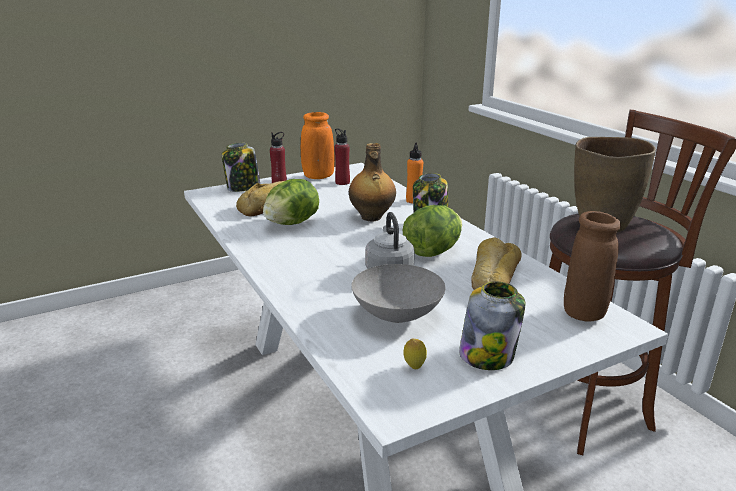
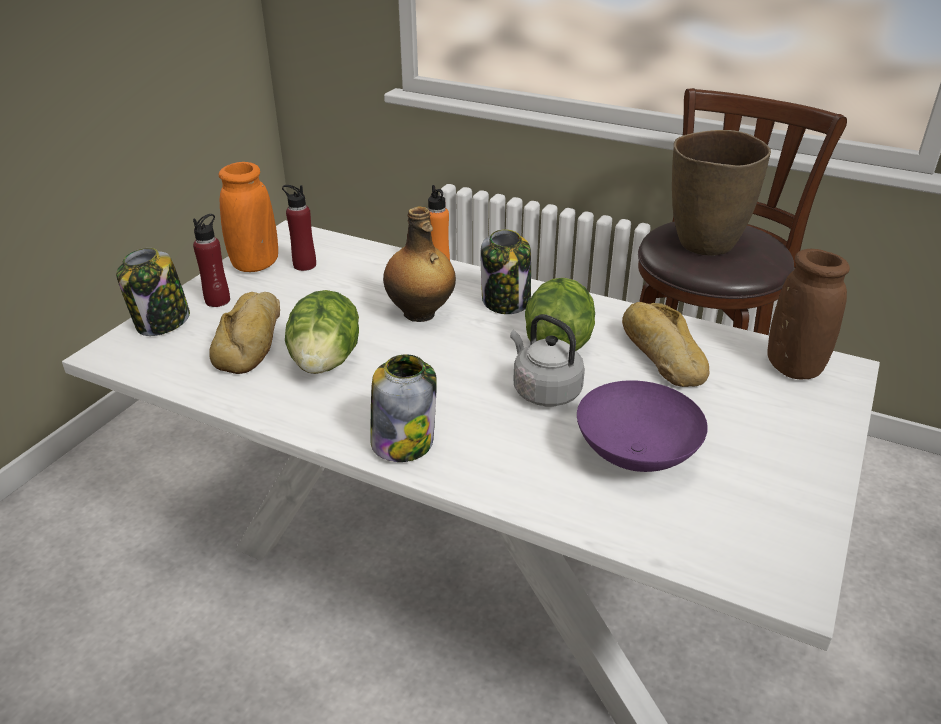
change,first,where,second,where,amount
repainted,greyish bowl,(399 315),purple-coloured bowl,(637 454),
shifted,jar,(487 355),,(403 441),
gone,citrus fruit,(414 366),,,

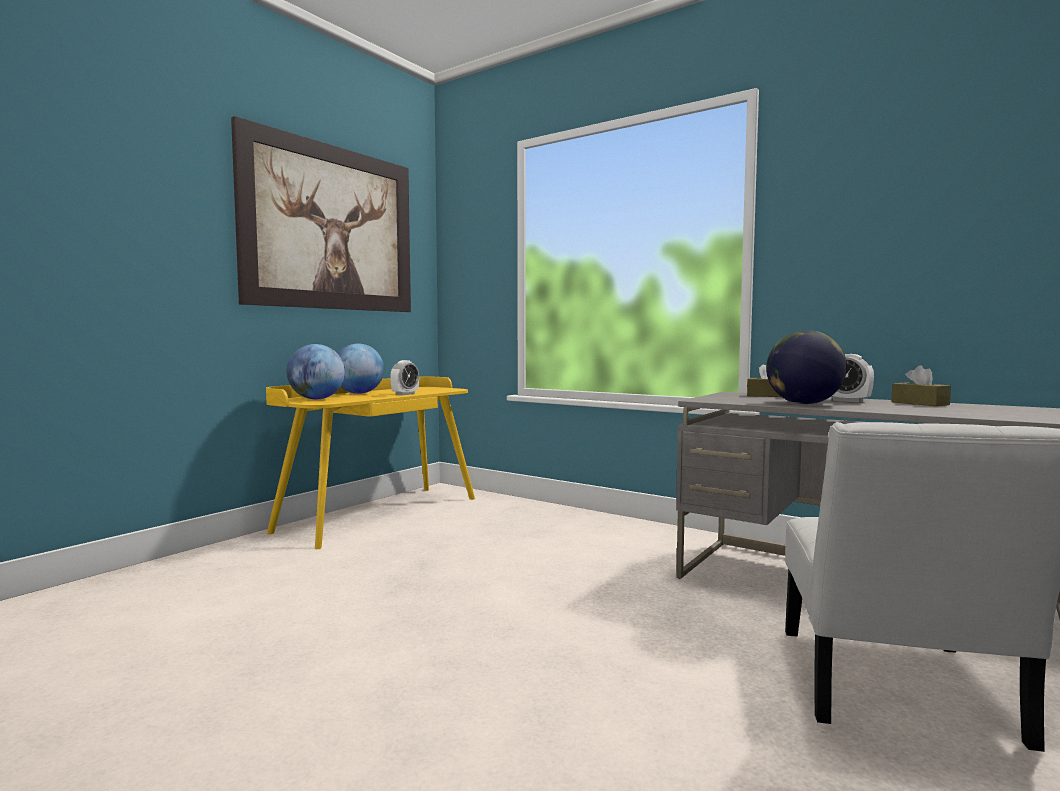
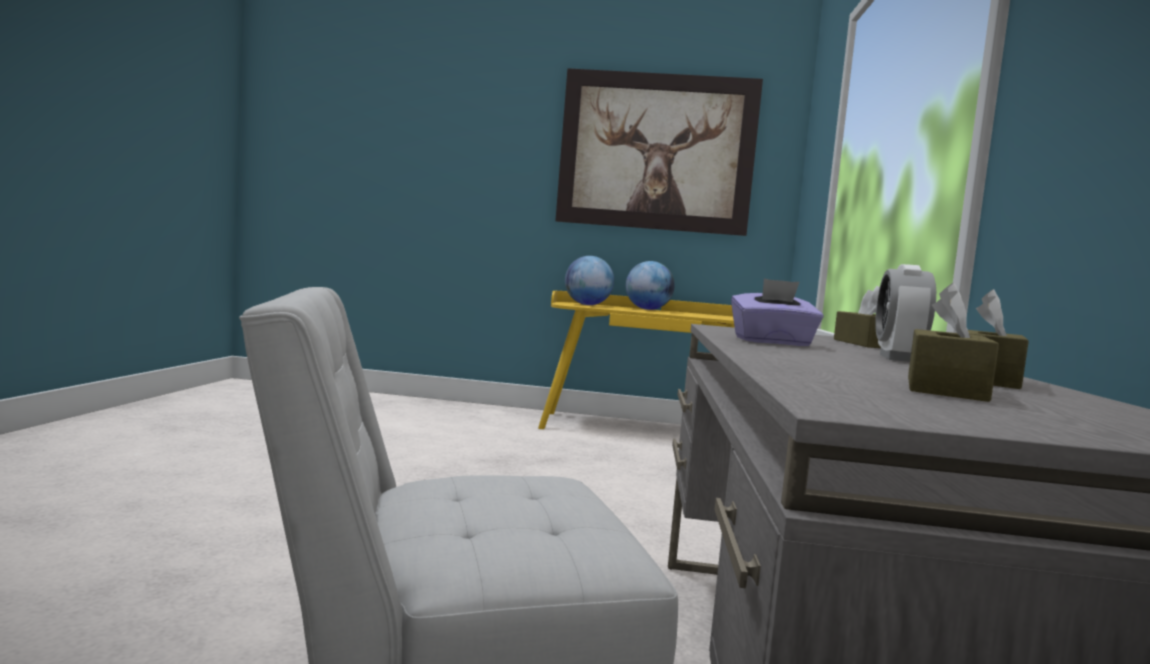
change,first,where,second,where,amount
swapped,desk globe,(803 404),purple-coloured tissue box,(772 342),
gone,alarm clock,(405 394),,,
new,,,brown-coloured tissue box,(945 388),

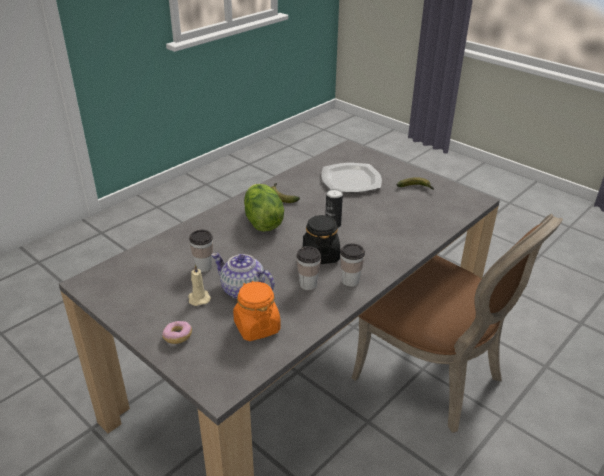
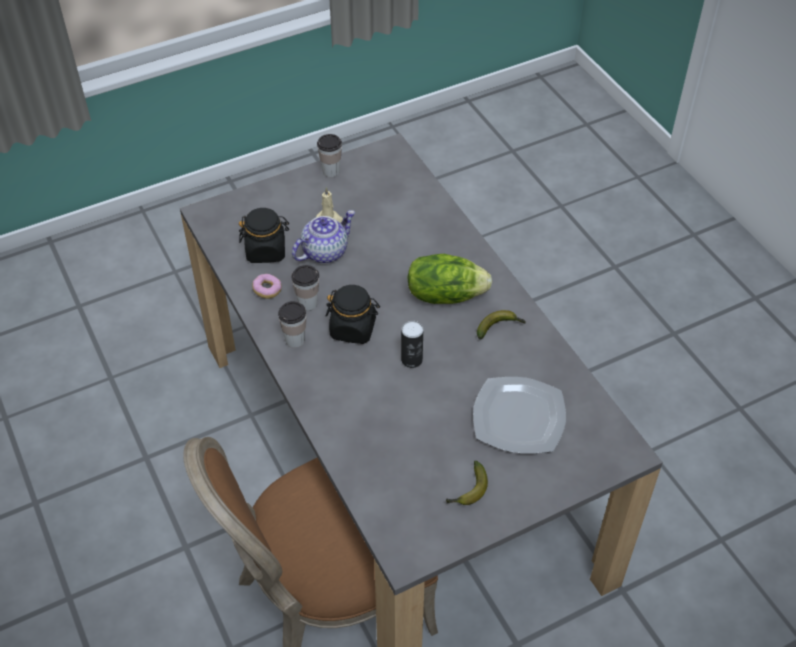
change,first,where,second,where,amount
shifted,small cup,(204 267),,(331 171),
repainted,orange jar,(256 327),black-coloured jar,(266 251),
shifted,doughnut,(178 337),,(267 290),

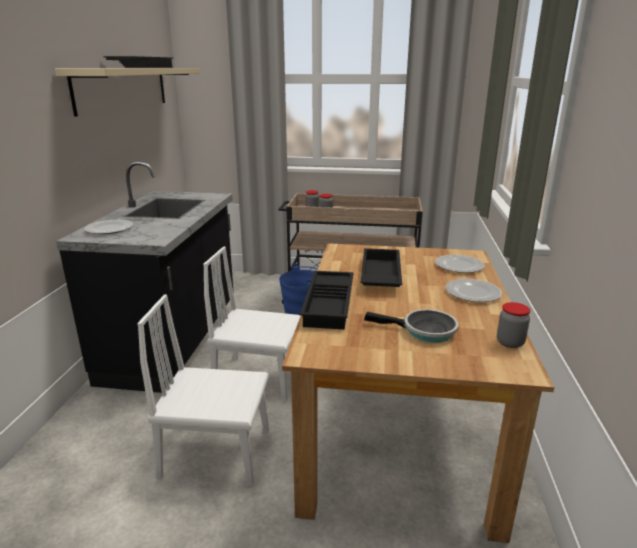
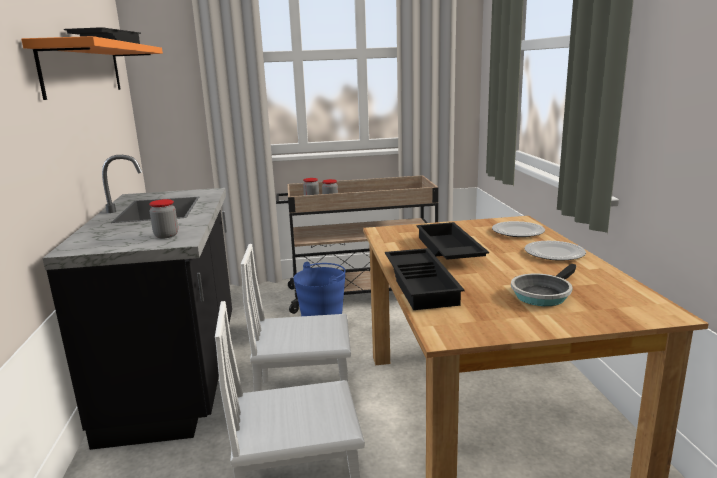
change,first,where,second,where,amount
repainted,sand-coloured wall shelf,(123 88),orange wall shelf,(84 69),
gone,dinner plate,(110 229),,,
shifted,jar,(510 342),,(166 235),
rotated,pan,(424 331),,(542 294),135 degrees clockwise

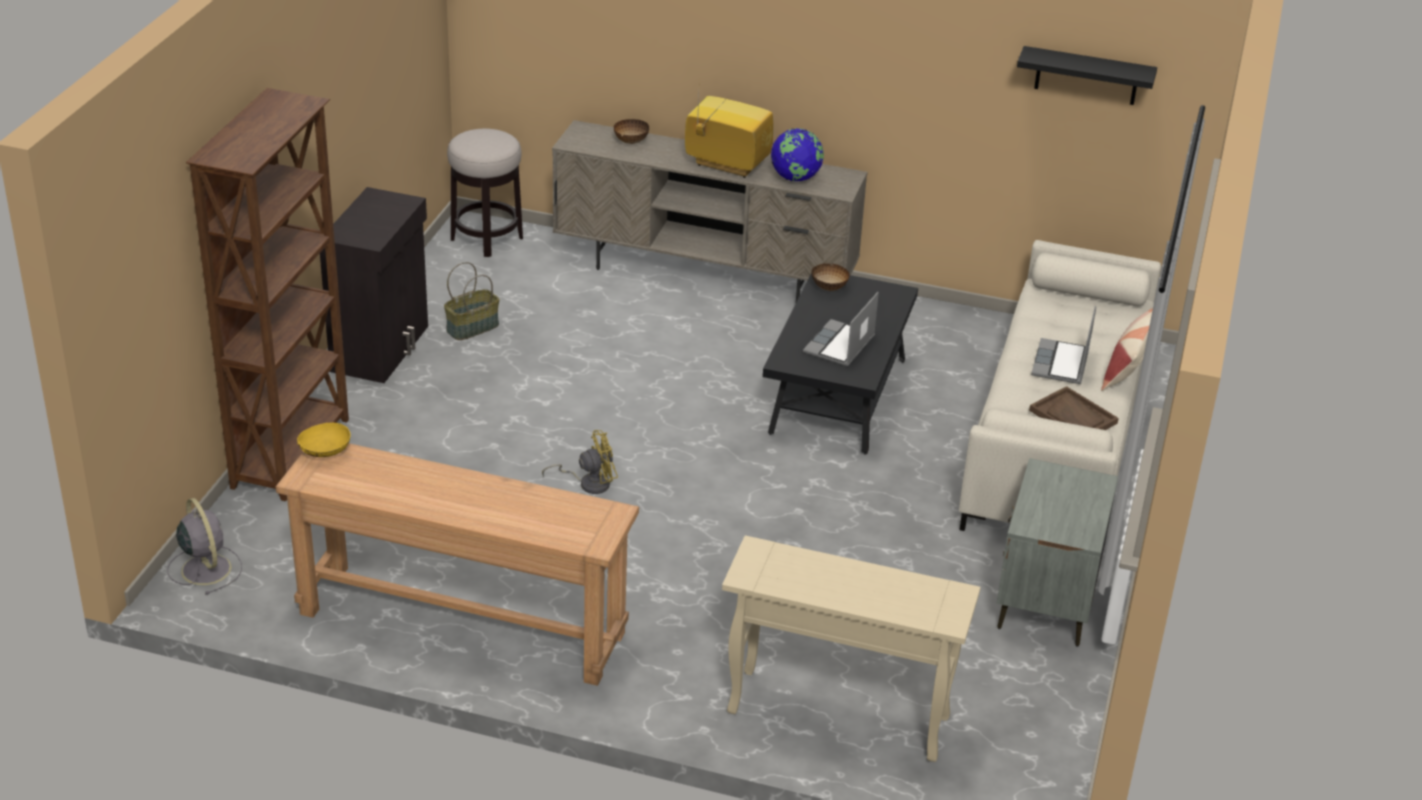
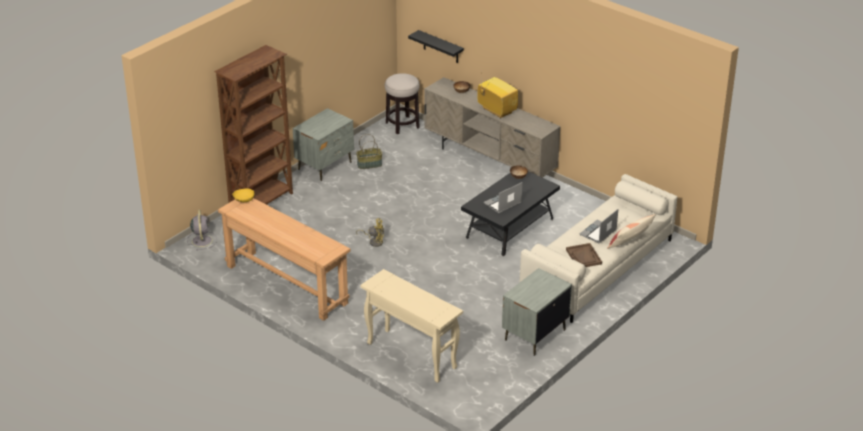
change,first,where,second,where,amount
shifted,black-coloured wall shelf,(1086 76),,(441 47),
gone,desk globe,(795 178),,,
swapped,black-coloured storage cabinet,(382 348),greyish nightstand,(325 166),

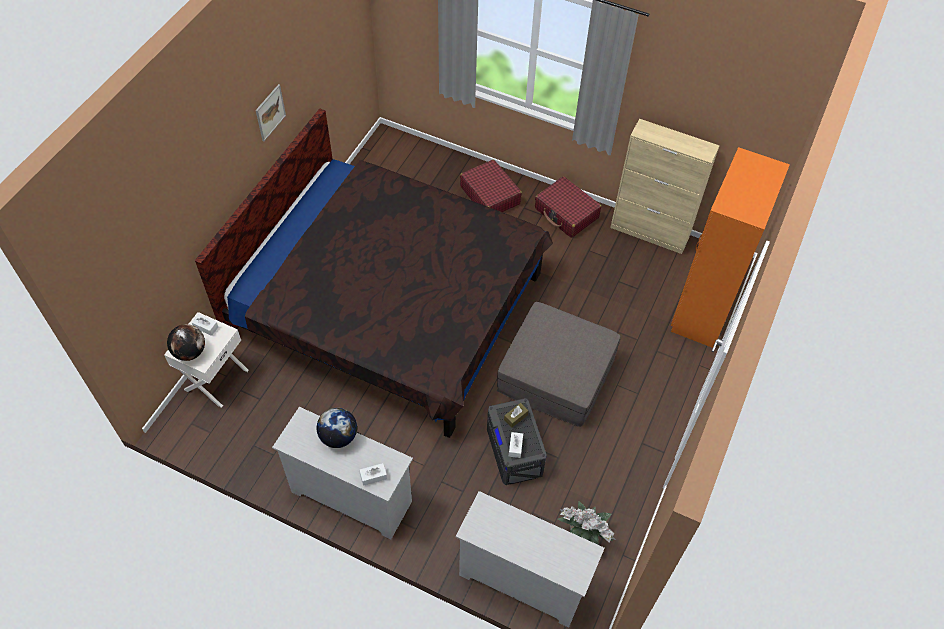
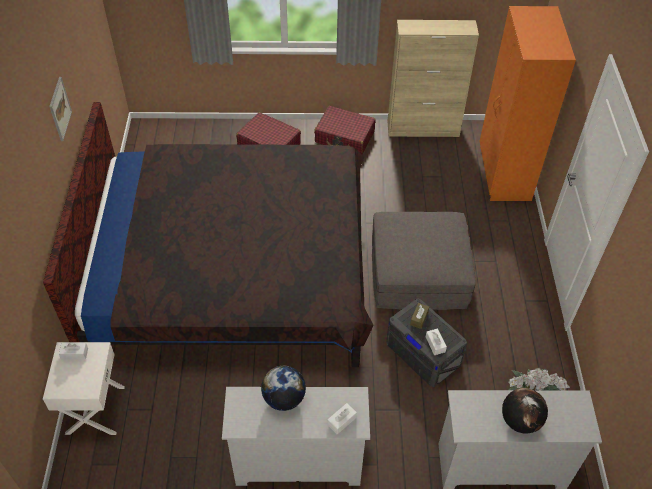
change,first,where,second,where,amount
shifted,desk globe,(190 352),,(520 420),

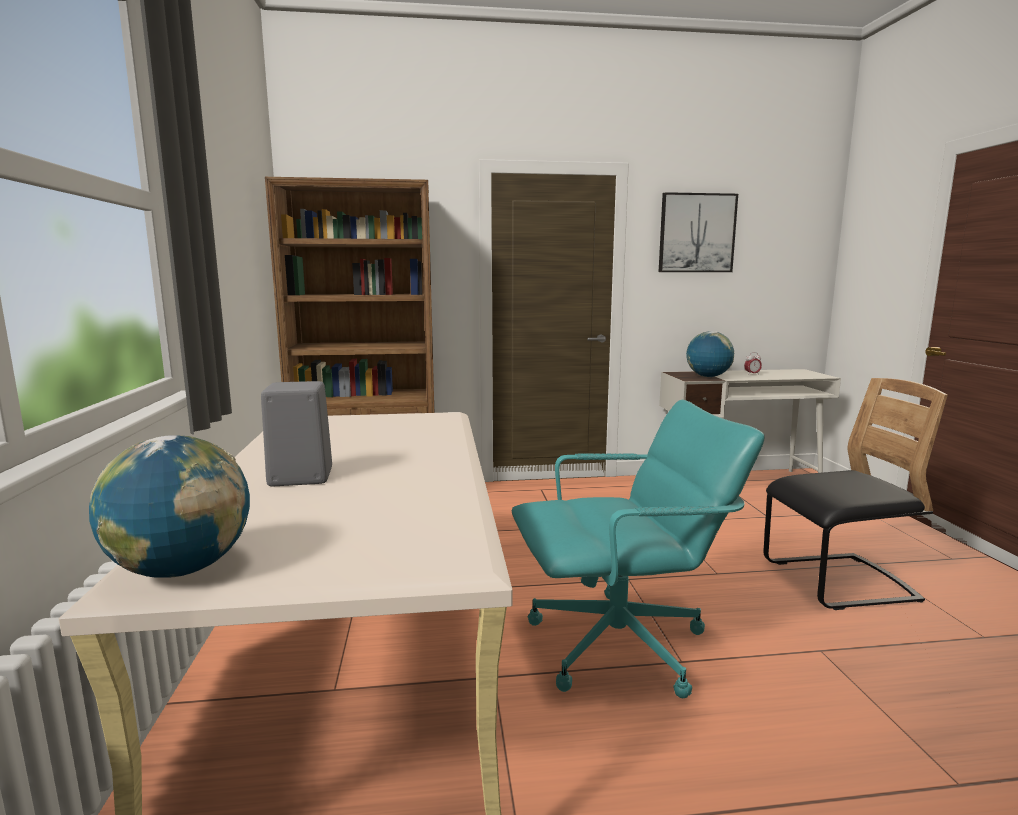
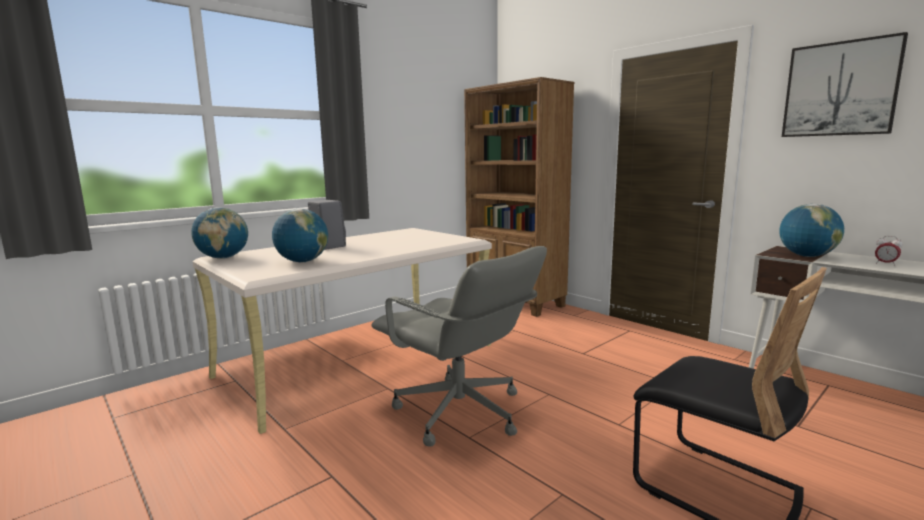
change,first,where,second,where,amount
repainted,blue-green office chair,(620 646),greyish office chair,(460 413),
new,,,desk globe,(302 262),

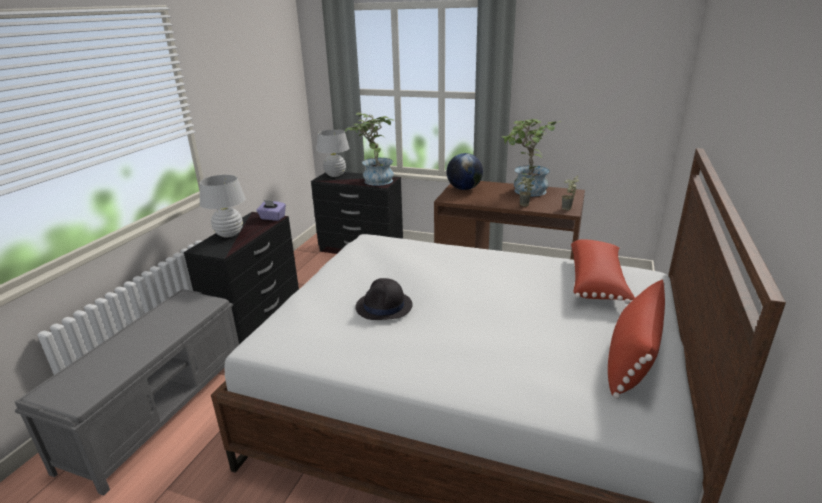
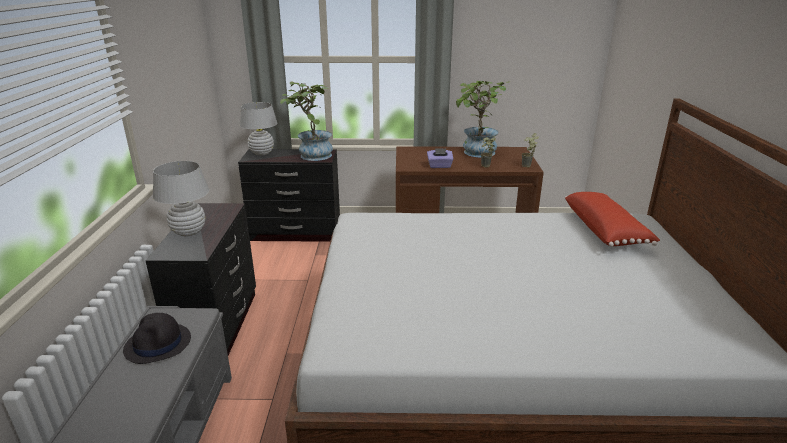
change,first,where,second,where,amount
gone,desk globe,(464 189),,,
shifted,purple-coloured tissue box,(272 218),,(439 166),
shifted,black-coloured hat,(384 307),,(158 344),
gone,red-coloured throw pillow,(632 357),,,

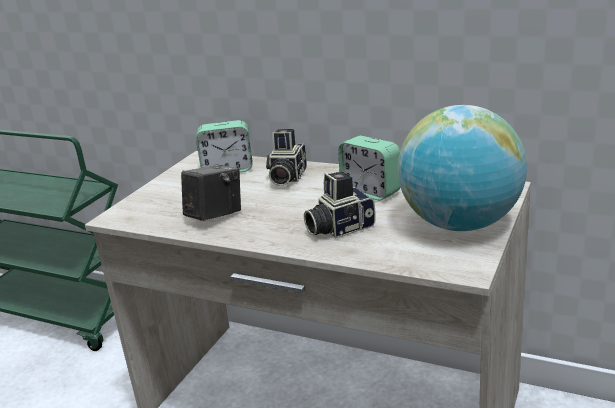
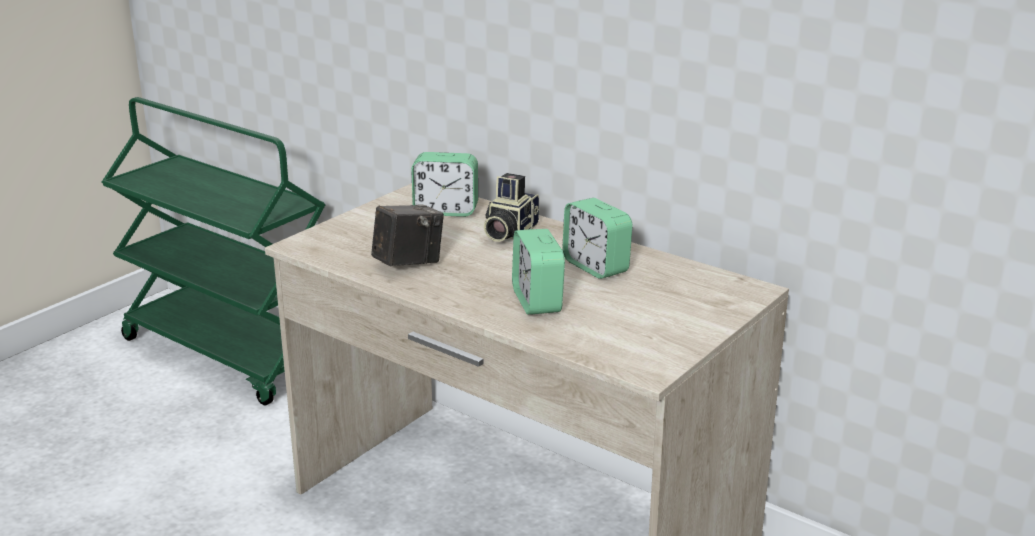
change,first,where,second,where,amount
gone,desk globe,(460 224),,,
swapped,still camera,(339 228),alarm clock,(537 301),

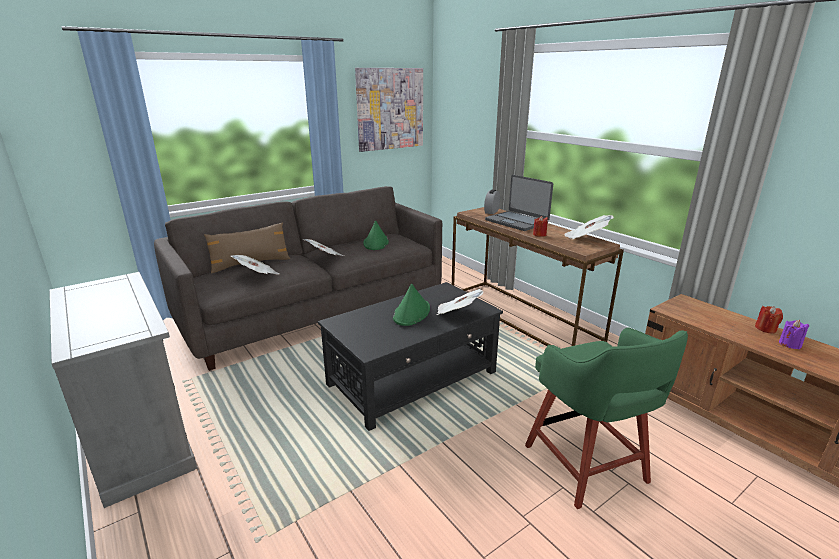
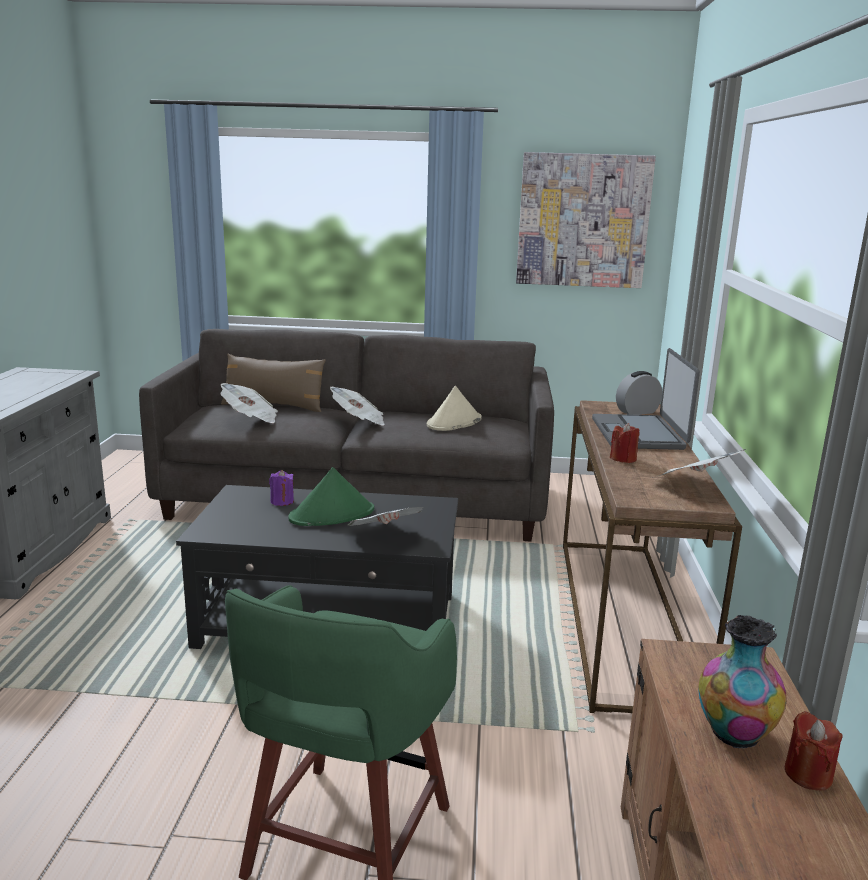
change,first,where,second,where,amount
repainted,green hat,(376 243),sand-coloured hat,(454 422),
shifted,purple-coloured wax candle,(790 344),,(282 501),
new,,,flower vase,(733 734),

